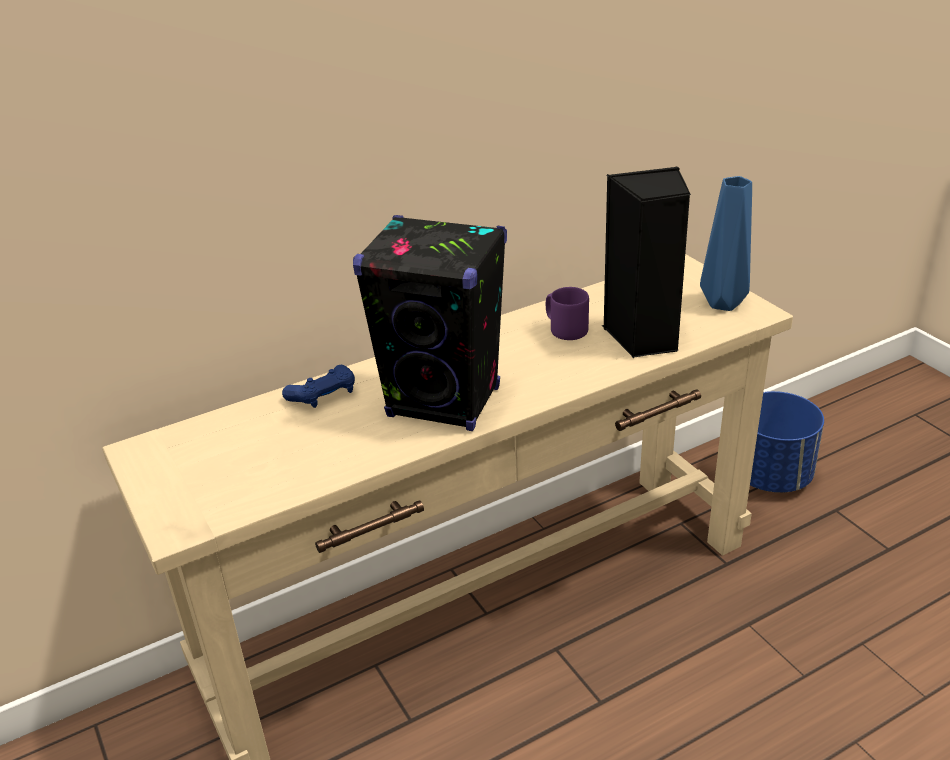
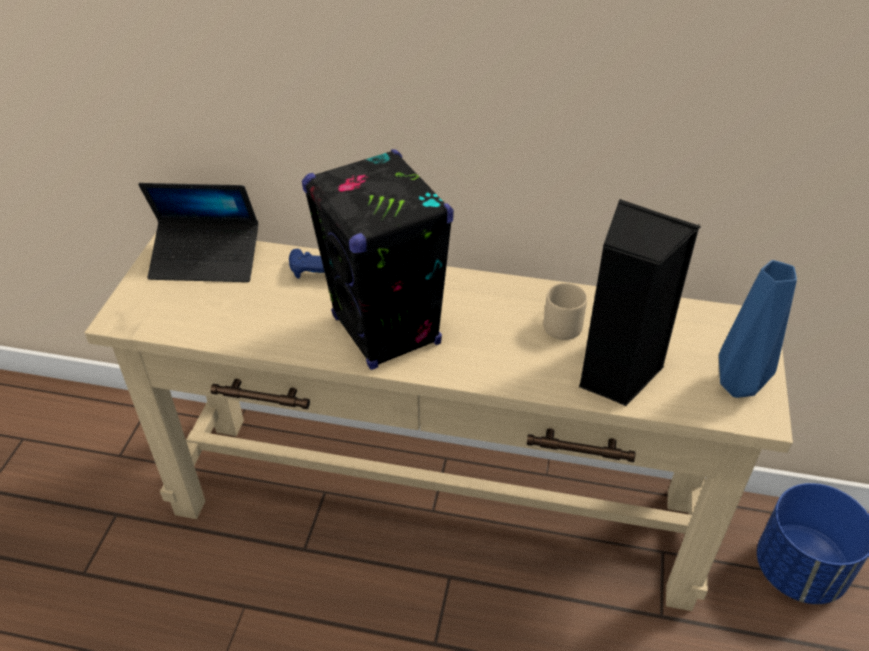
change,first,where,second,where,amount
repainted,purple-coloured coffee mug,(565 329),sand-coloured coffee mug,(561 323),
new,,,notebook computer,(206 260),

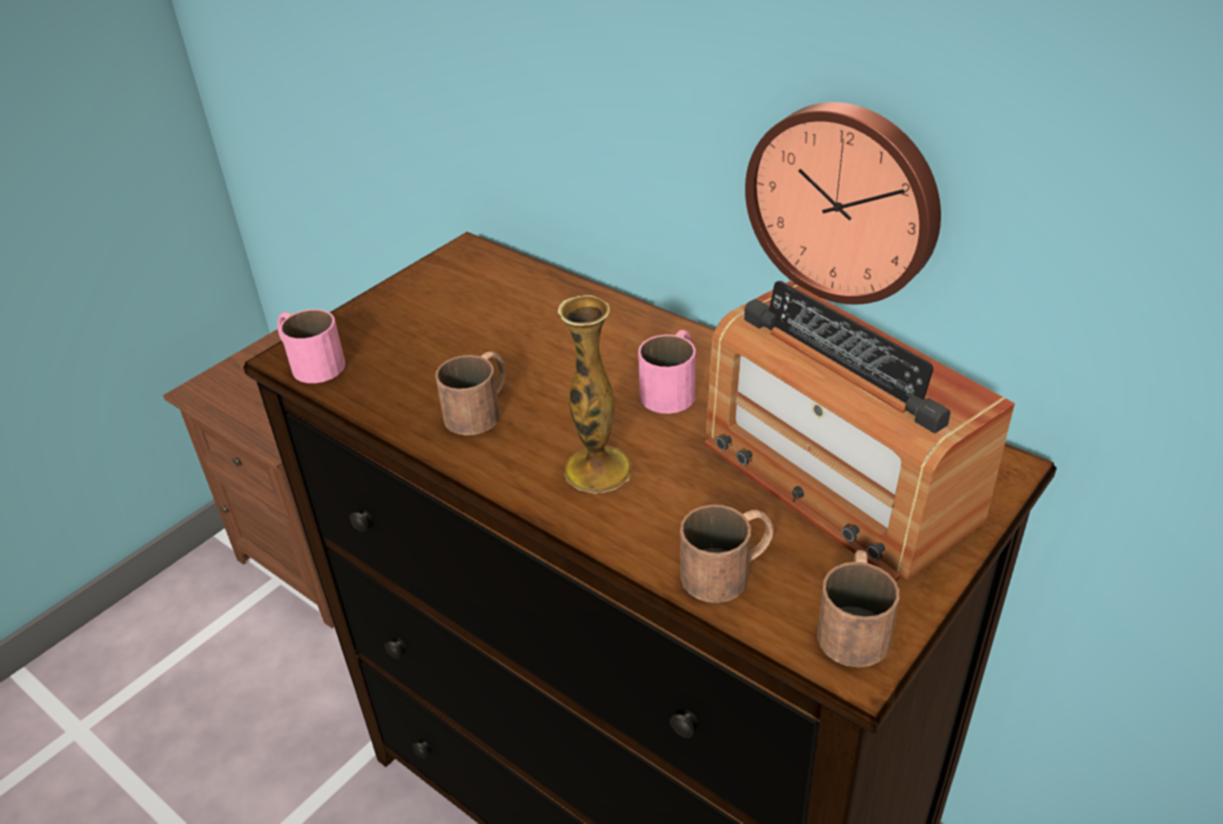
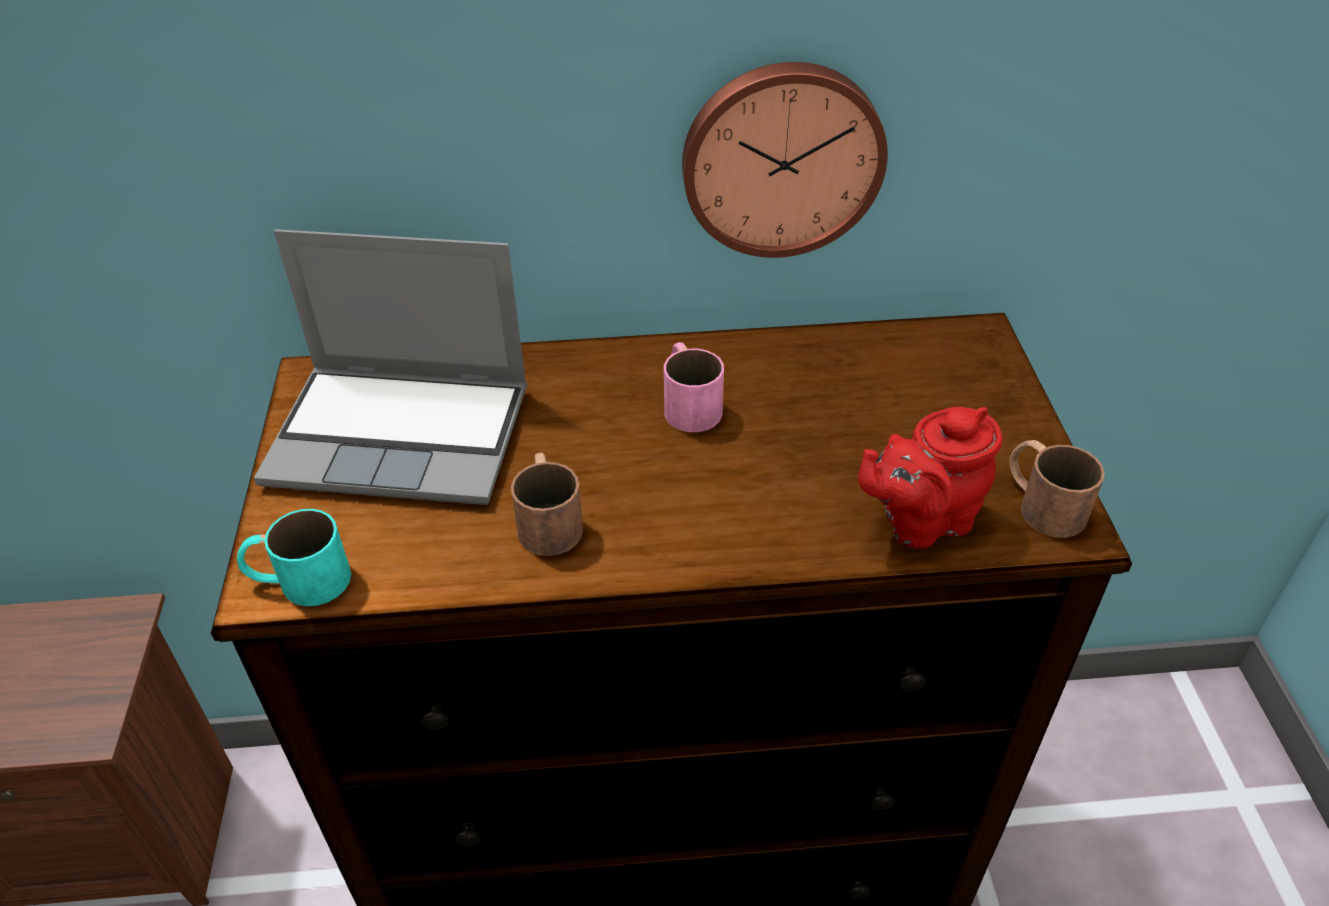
change,first,where,second,where,amount
gone,radio receiver,(836 479),,,
gone,flower vase,(597 469),,,
repainted,pink-coloured coffee mug,(310 362),blue-green coffee mug,(298 580),
swapped,brown-coloured coffee mug,(729 569),red-coloured pot for tea,(920 521),
new,,,notebook computer,(404 435),

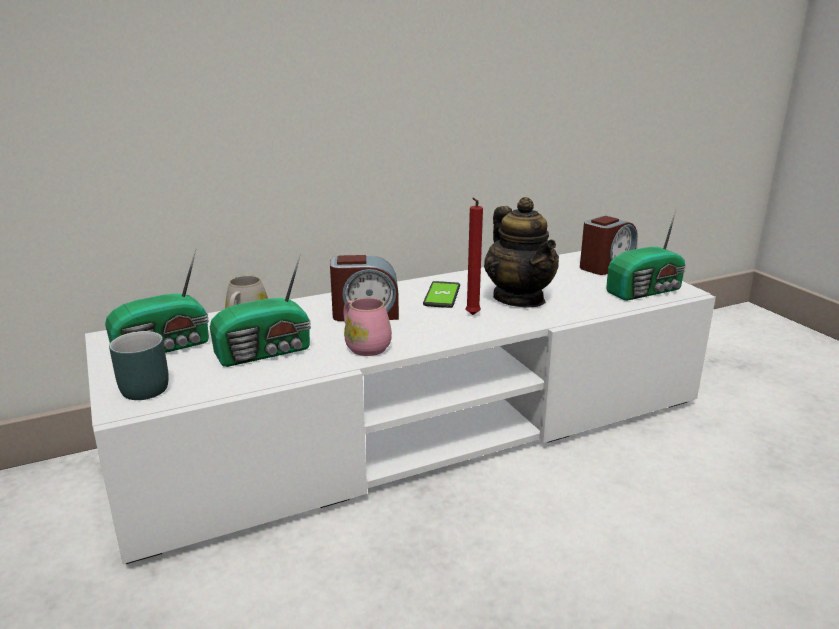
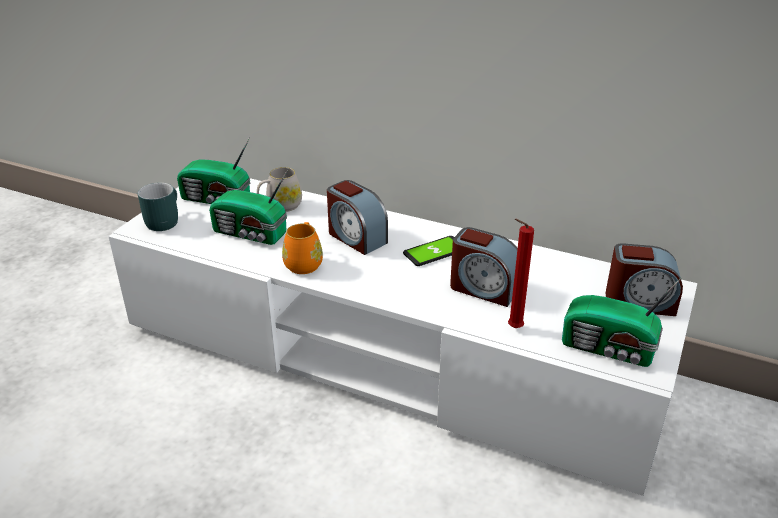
change,first,where,second,where,amount
shifted,red-coloured wax candle,(471 316),,(512 328),
swapped,pot for tea,(519 298),alarm clock,(483 288),
repainted,pink-coloured coffee mug,(364 346),orange coffee mug,(304 262),

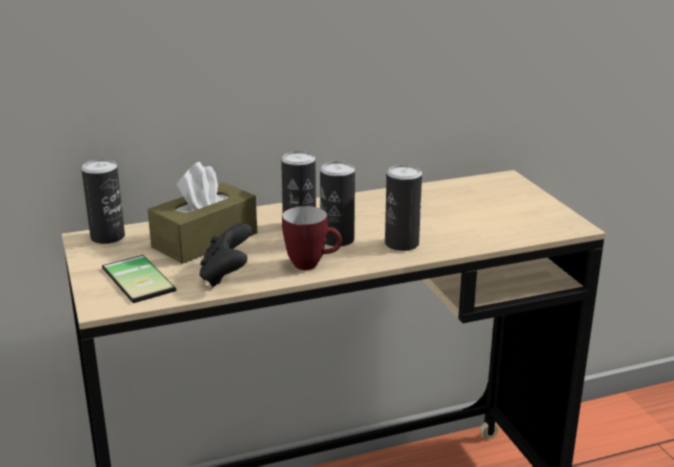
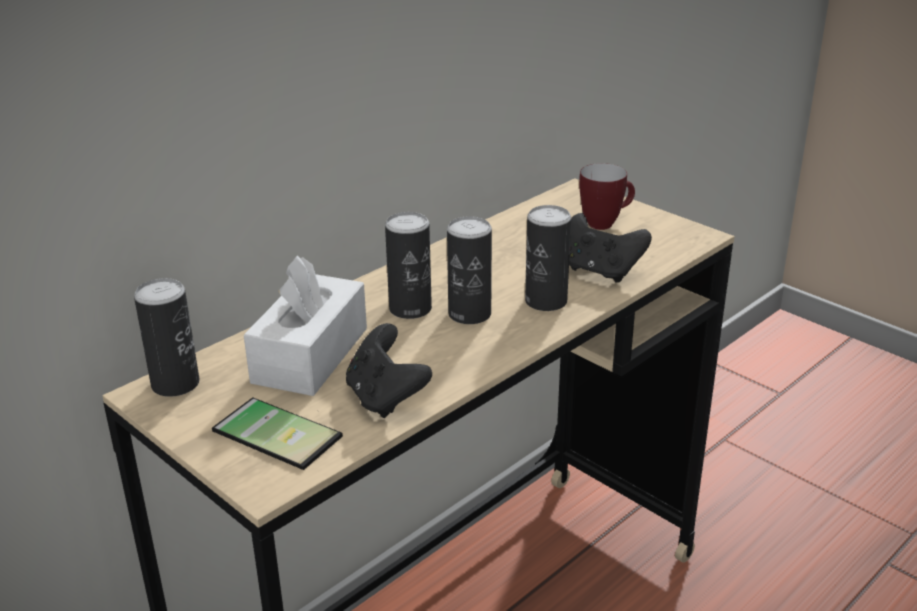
change,first,where,second,where,amount
repainted,brown-coloured tissue box,(205 240),whitish tissue box,(310 355),
shifted,coffee mug,(312 265),,(605 223),
new,,,black-coloured joypad,(600 271),

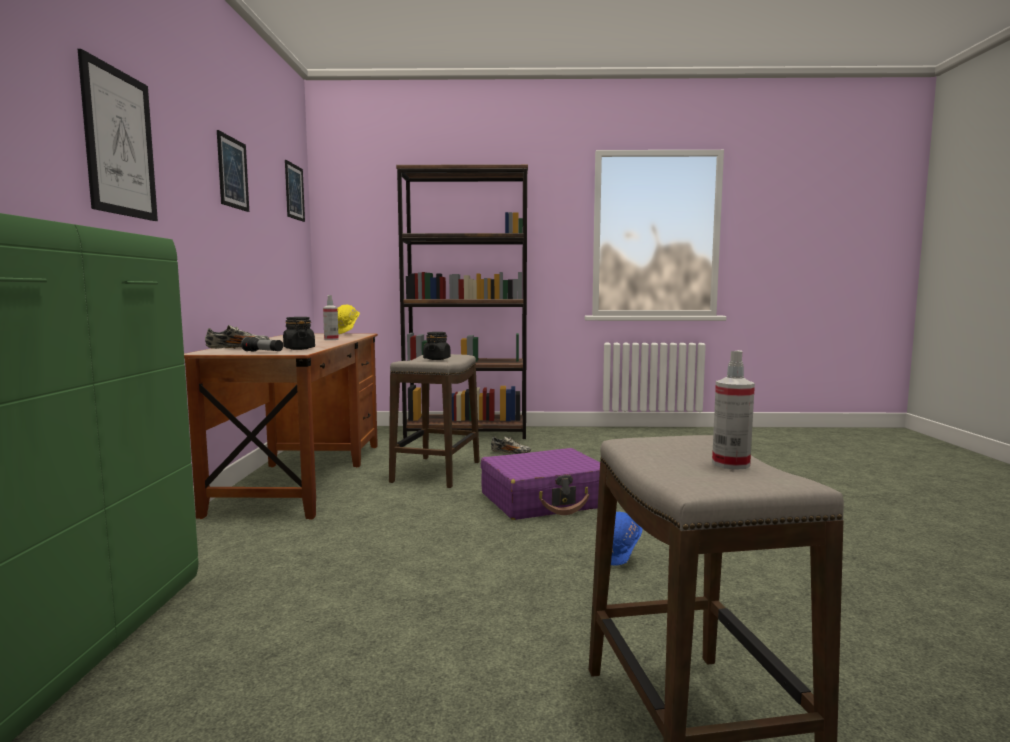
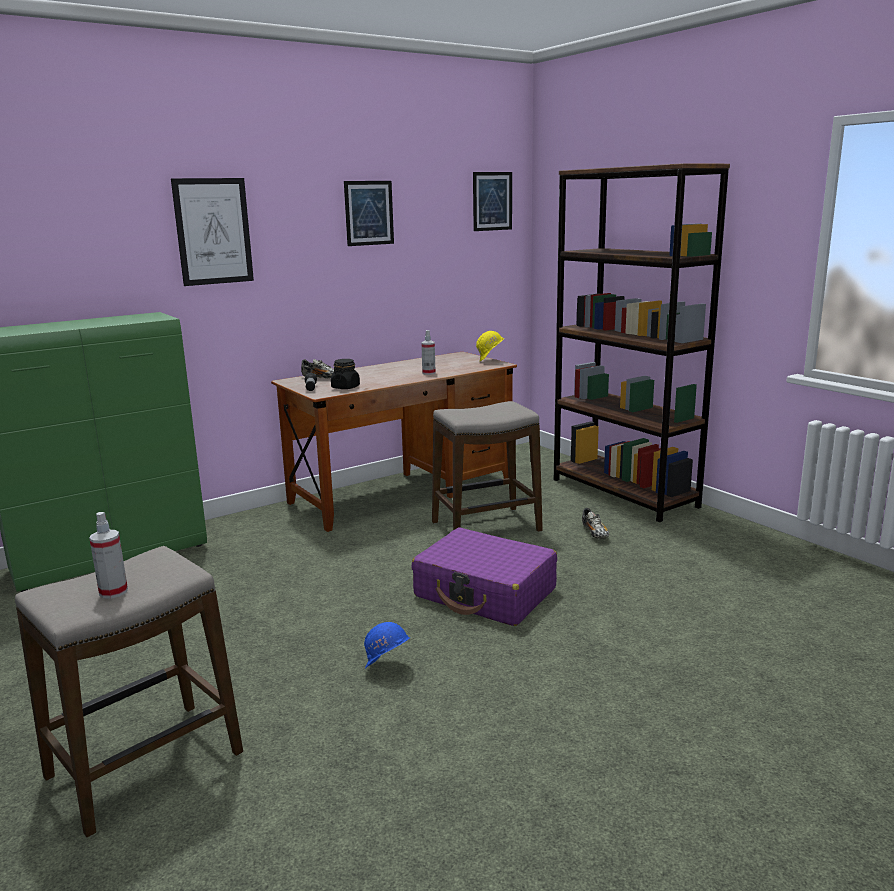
change,first,where,second,where,amount
gone,black-coloured jar,(437 359),,,

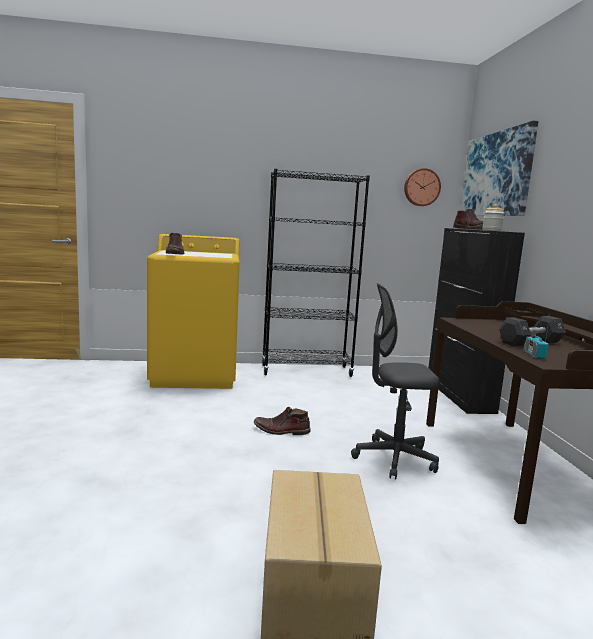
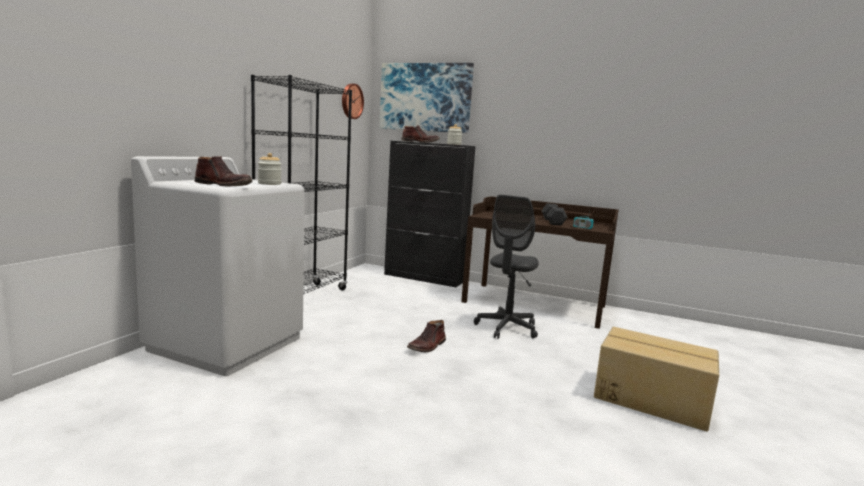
change,first,where,second,where,amount
repainted,yellow-coloured laundry appliance,(195 375),whitish laundry appliance,(227 343),
new,,,jar,(269 184),

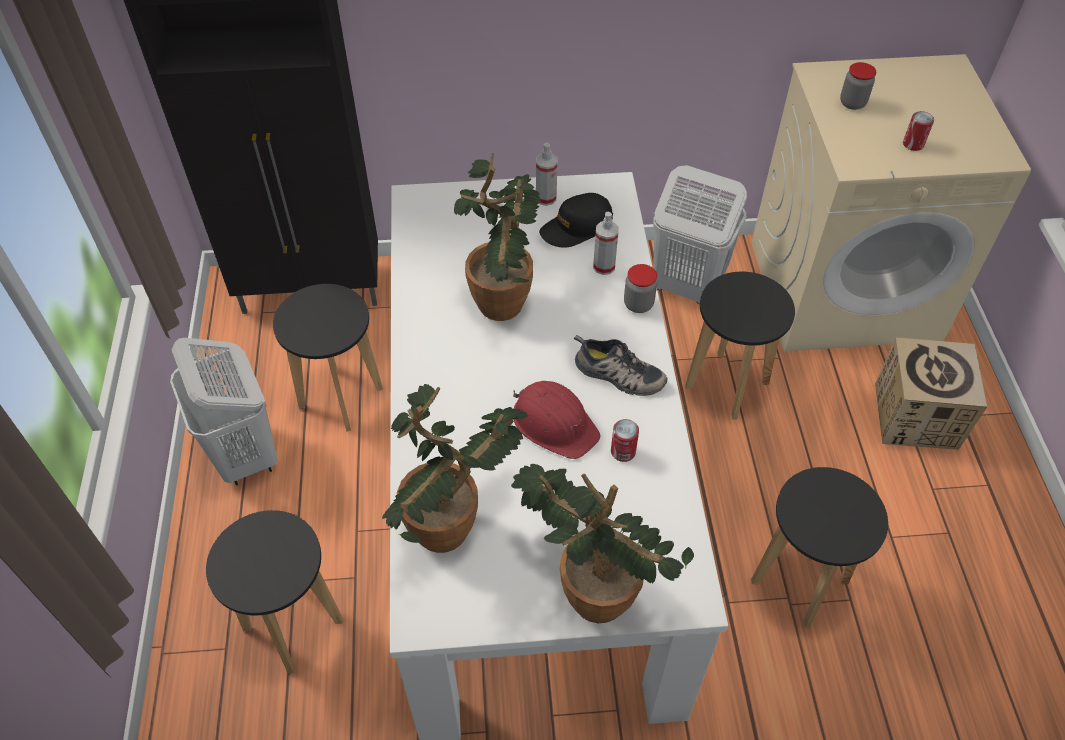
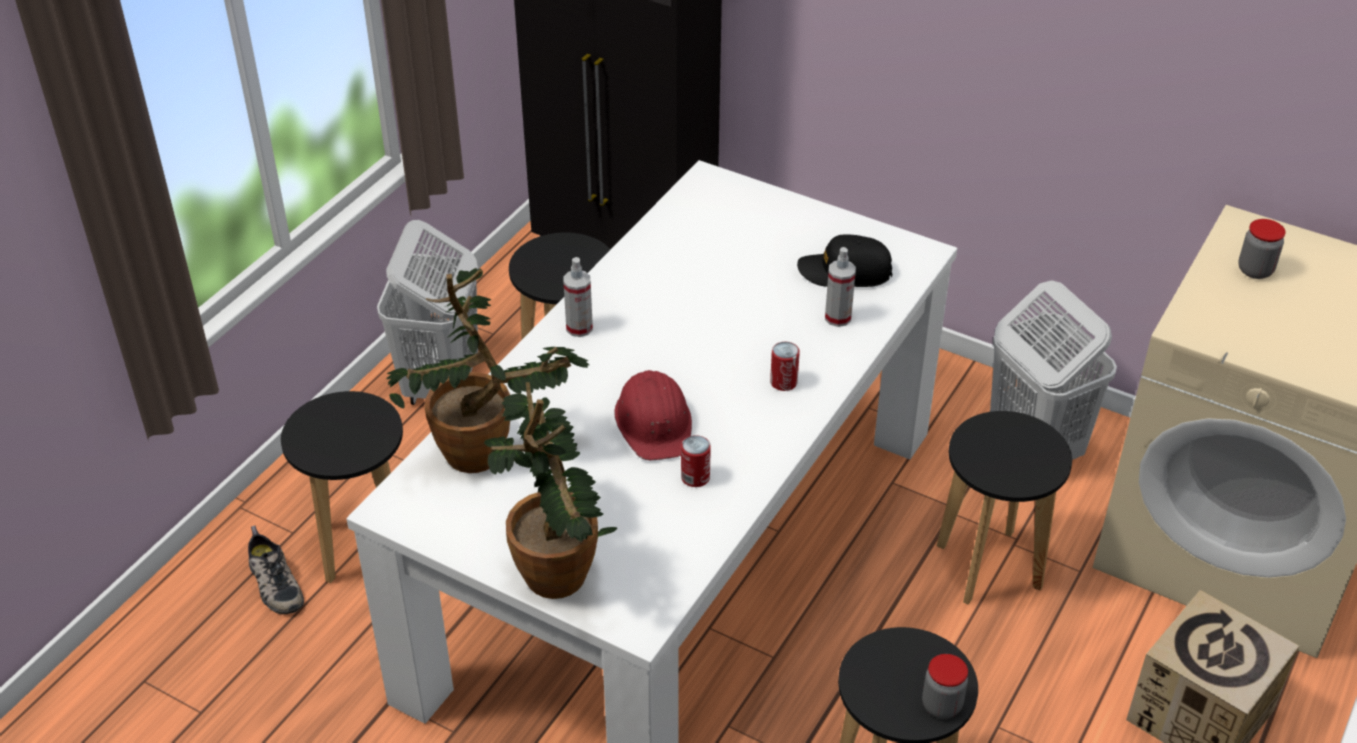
change,first,where,second,where,amount
shifted,sealed can,(913 144),,(783 382),
shifted,spray bottle,(546 198),,(579 328),
gone,plant in a pot,(506 296),,,
shifted,jar,(638 304),,(941 705),
shifted,item of footwear,(617 375),,(273 583),

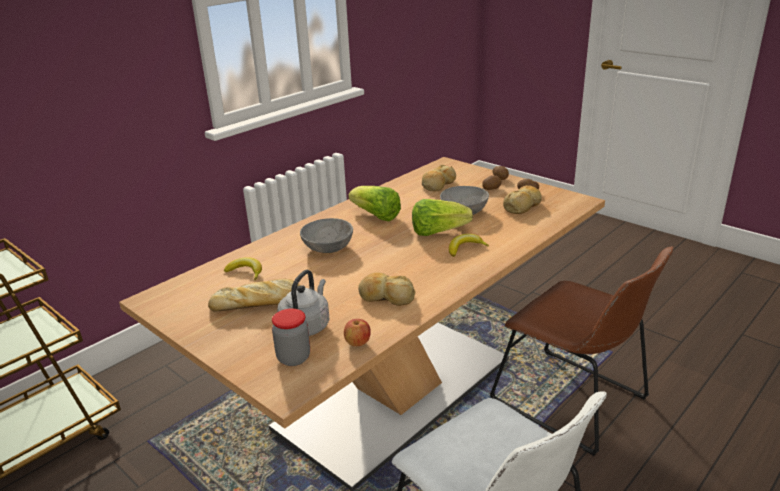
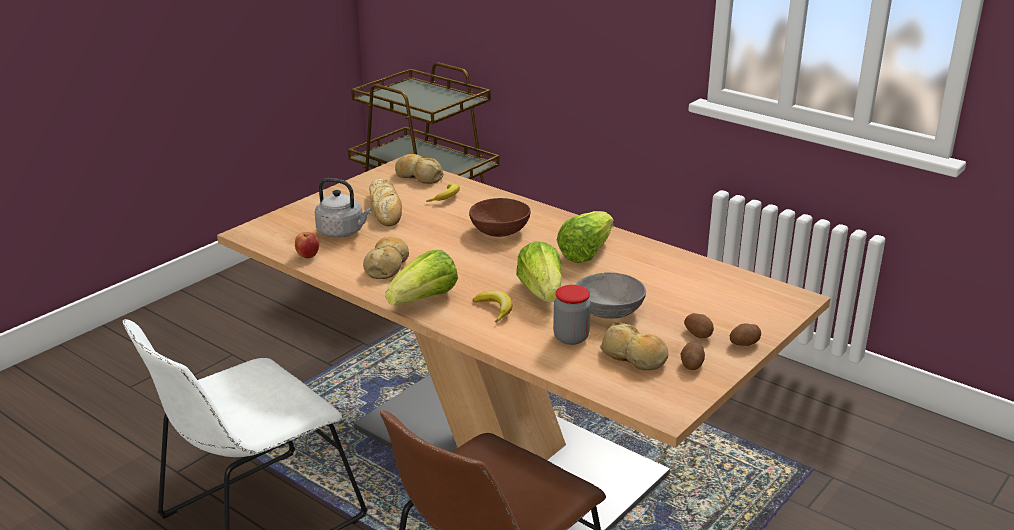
change,first,where,second,where,amount
shifted,bread,(438 184),,(418 176),
repainted,greyish bowl,(328 247),brown-coloured bowl,(500 230),
shifted,jar,(293 358),,(571 337),
new,,,head of lettuce,(424 299),

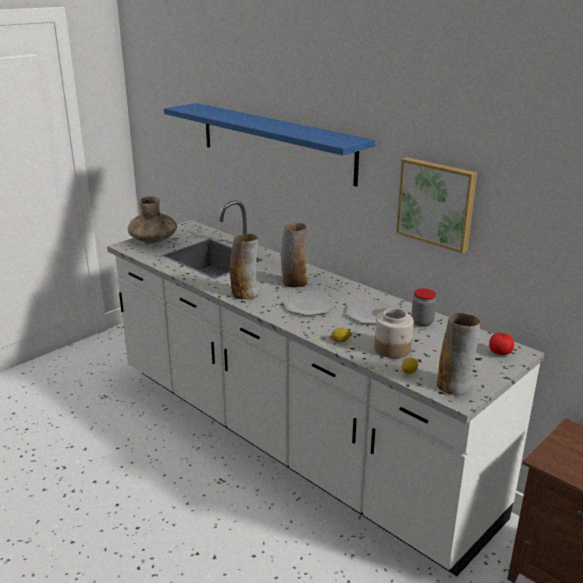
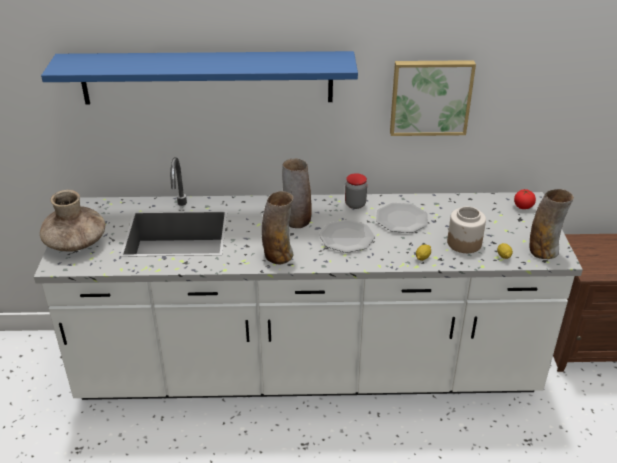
change,first,where,second,where,amount
shifted,jar,(422 322),,(355 204),

